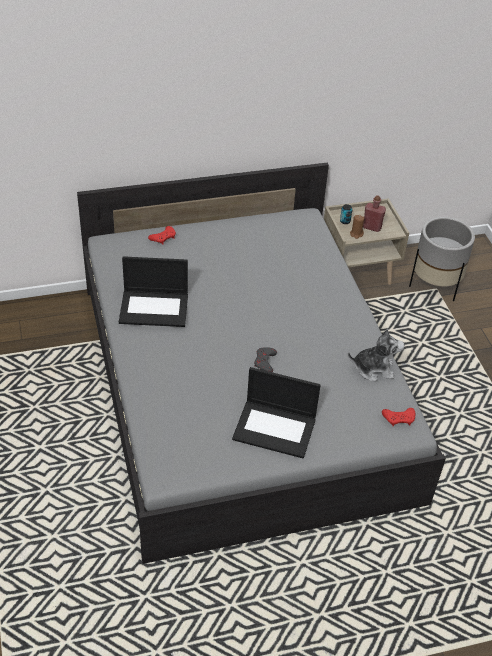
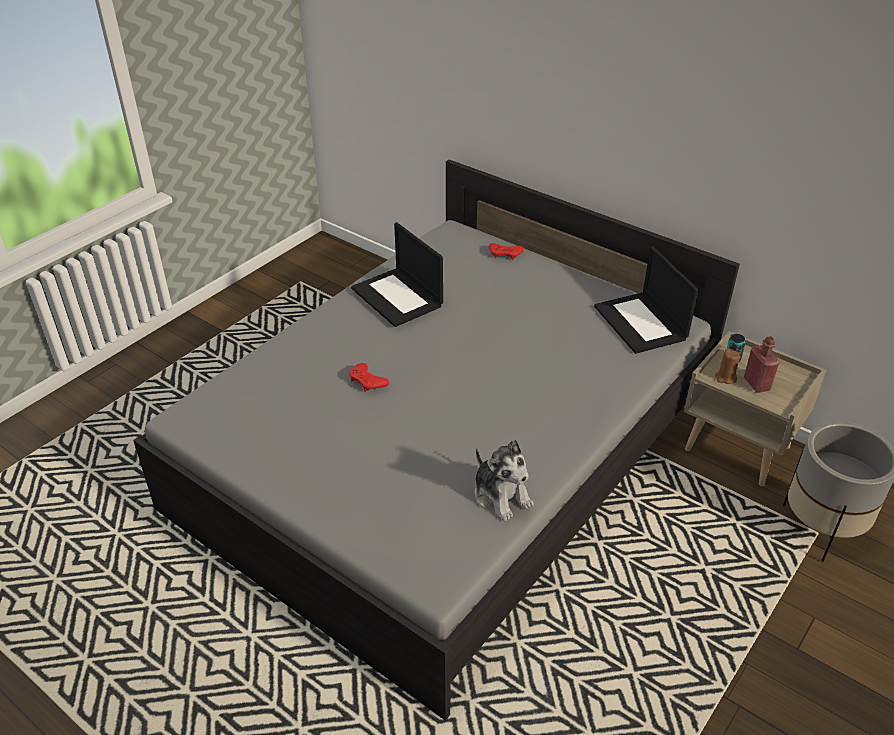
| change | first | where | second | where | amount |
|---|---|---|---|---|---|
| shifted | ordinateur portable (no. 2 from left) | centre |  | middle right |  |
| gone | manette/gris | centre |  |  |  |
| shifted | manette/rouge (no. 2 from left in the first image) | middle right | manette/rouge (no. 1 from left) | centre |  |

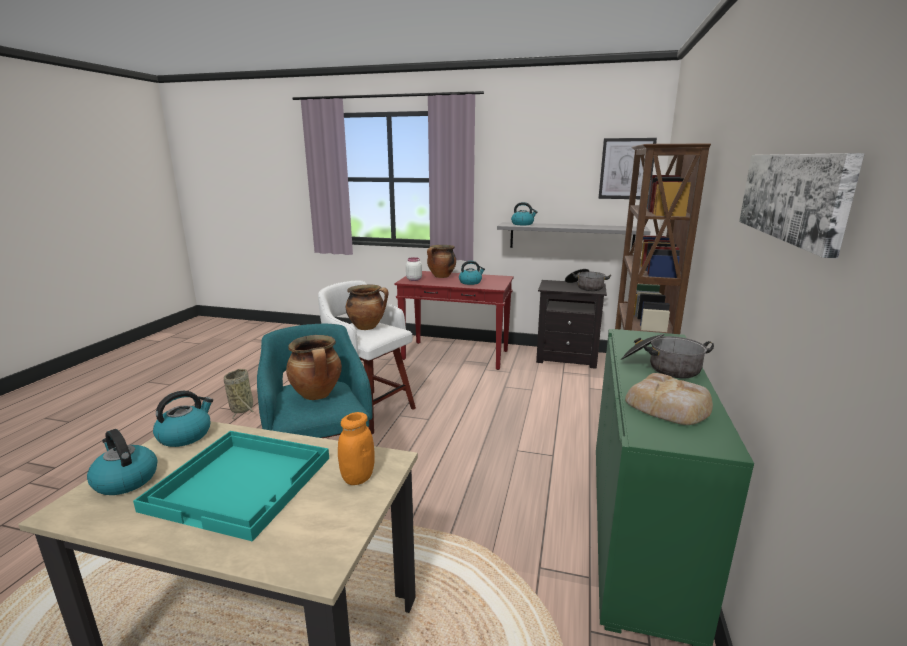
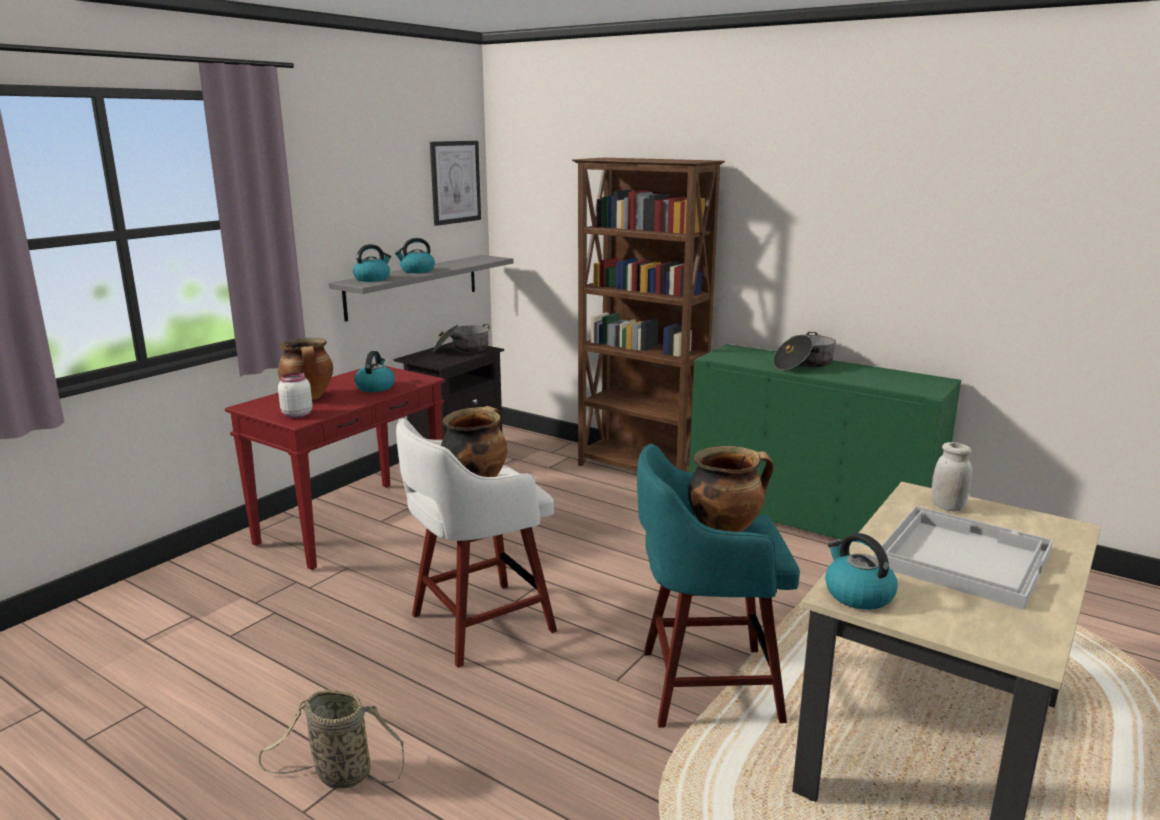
| change | first | where | second | where | amount |
|---|---|---|---|---|---|
| shifted | bouilloire (no. 1 from left in the first image) | bottom left | bouilloire (no. 3 from left) | top centre |  |
| repainted | plateau/turquoise | bottom left | plateau/blanc | bottom right |  |
| repainted | bocal/orange | bottom centre | bocal/blanc (no. 2 from left) | middle right |  |
| gone | pain | middle right |  |  |  |
| gone | tableau (no. 2 from left) | top right |  |  |  |

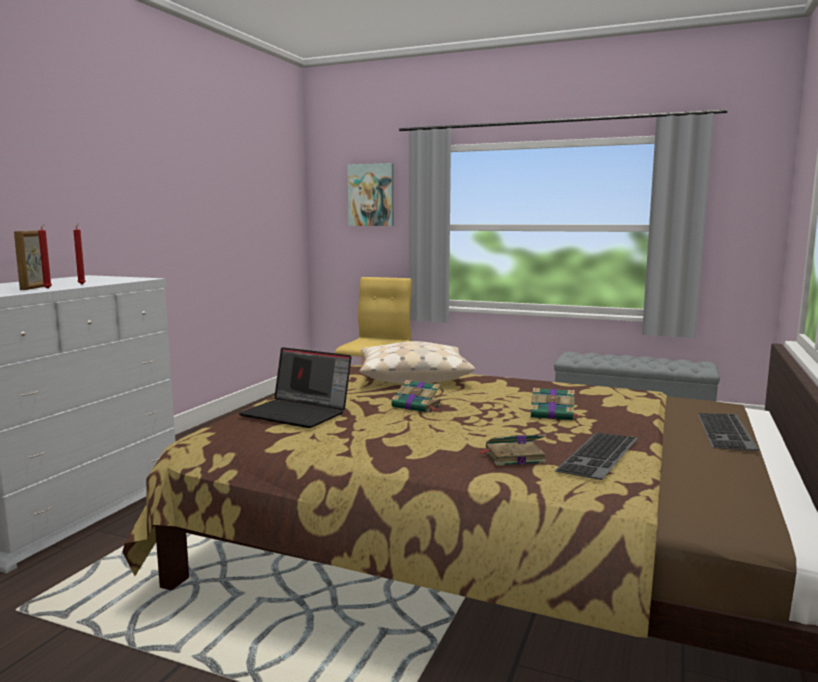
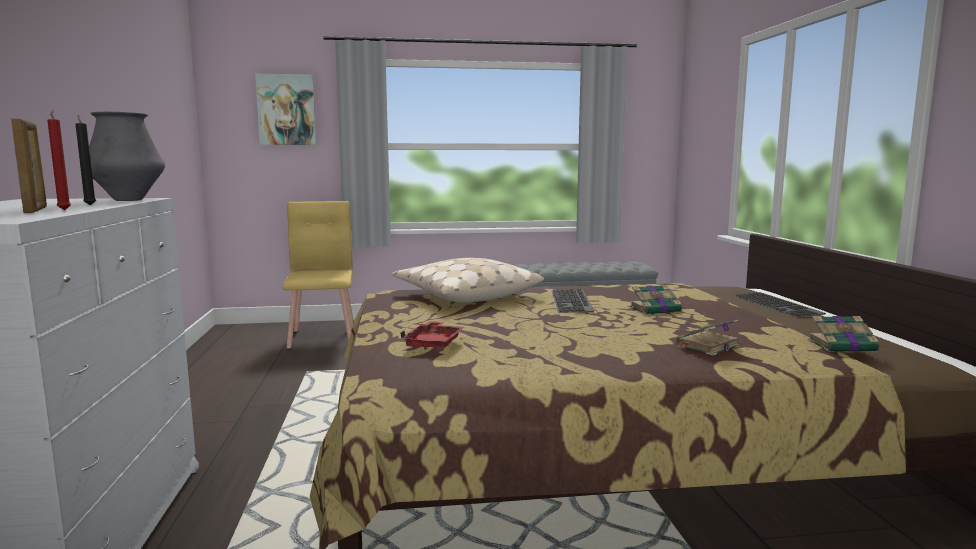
| change | first | where | second | where | amount |
|---|---|---|---|---|---|
| repainted | bougie/rouge (no. 2 from left) | middle left | bougie/noir | top left |  |
| swapped | ordinateur portable | centre | plateau/rouge | centre |  |
| shifted | livre (no. 1 from left in the first image) | centre | livre (no. 3 from left) | middle right |  |
| shifted | clavier (no. 1 from left) | bottom right |  | centre |  |
| new |  |  | vase | top left |  |

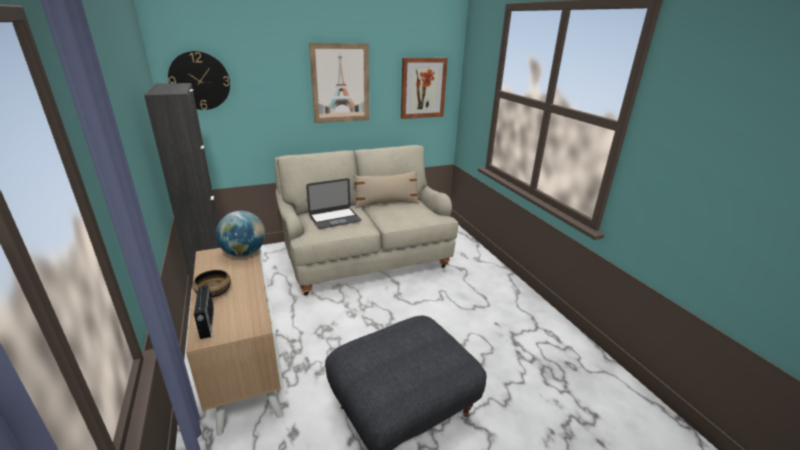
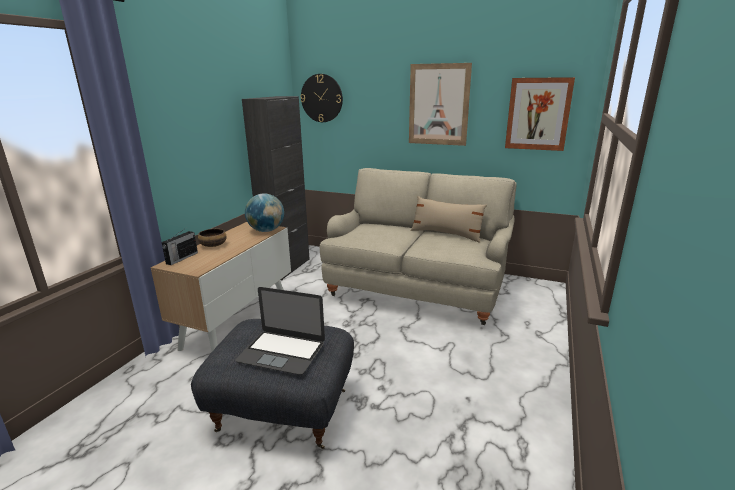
| change | first | where | second | where | amount |
|---|---|---|---|---|---|
| shifted | ordinateur portable | centre |  | bottom centre |  |

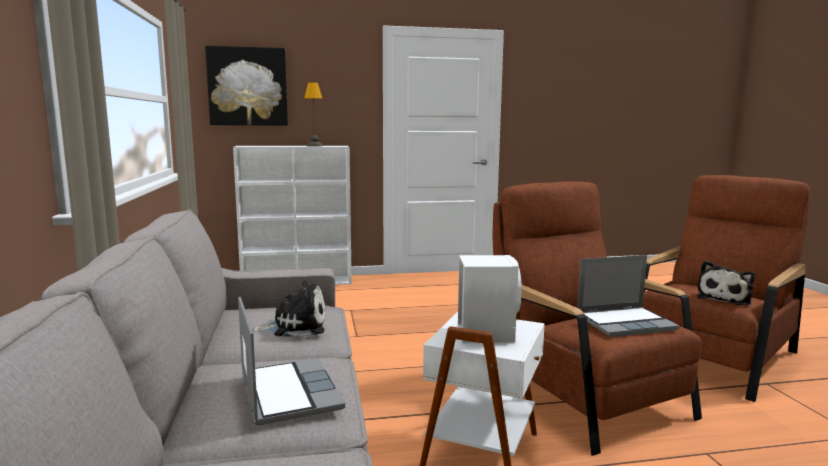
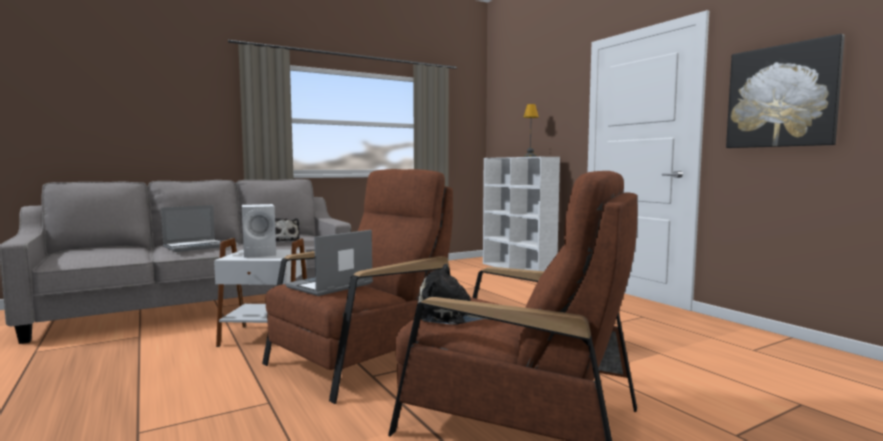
| change | first | where | second | where | amount |
|---|---|---|---|---|---|
| shifted | tableau | top left |  | top right |  |
| rotated | ordinateur portable (no. 2 from left) | middle right |  | centre | 75 degrees clockwise |

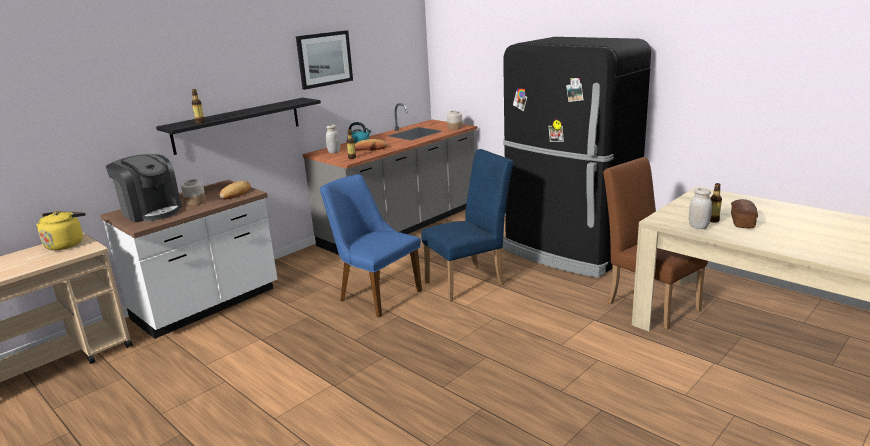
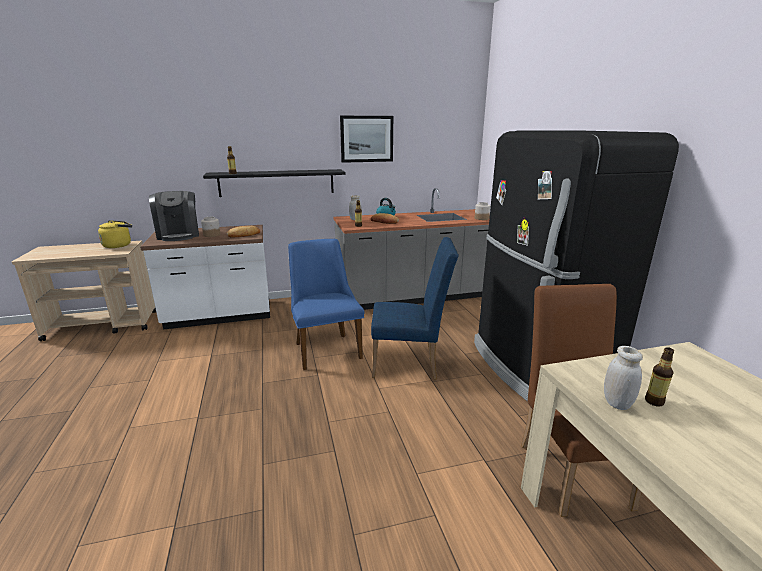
| change | first | where | second | where | amount |
|---|---|---|---|---|---|
| gone | pain (no. 3 from left) | middle right |  |  |  |

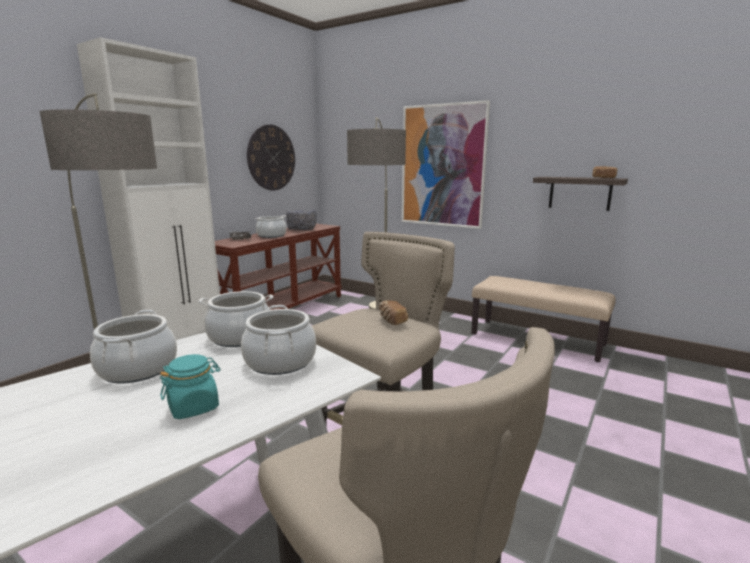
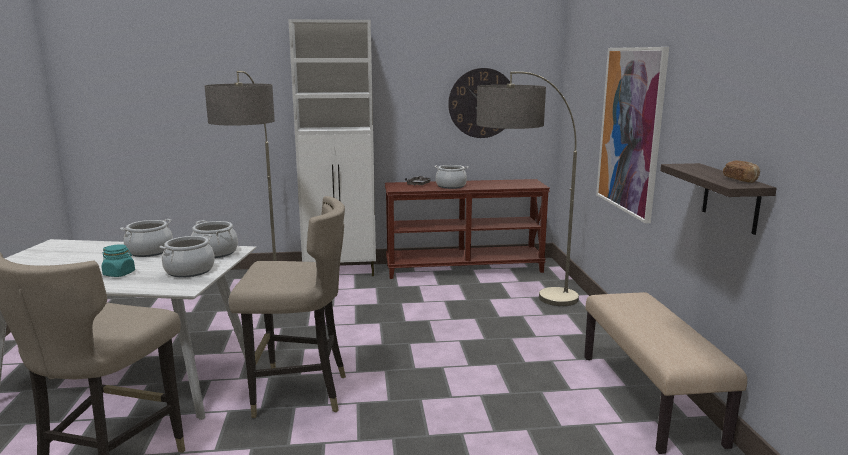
| change | first | where | second | where | amount |
|---|---|---|---|---|---|
| gone | bol/gris | centre |  |  |  |
| gone | pain (no. 1 from left) | centre |  |  |  |

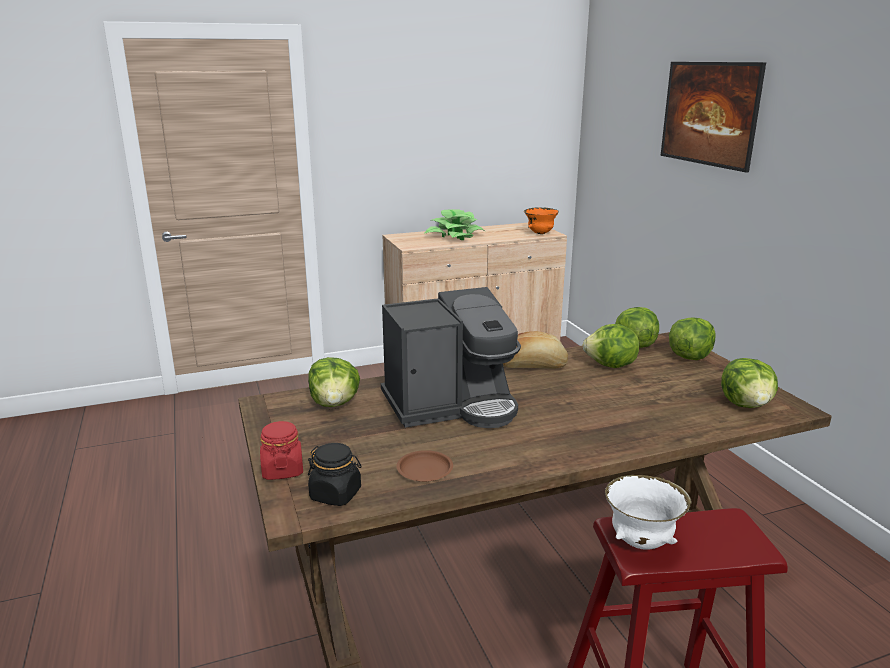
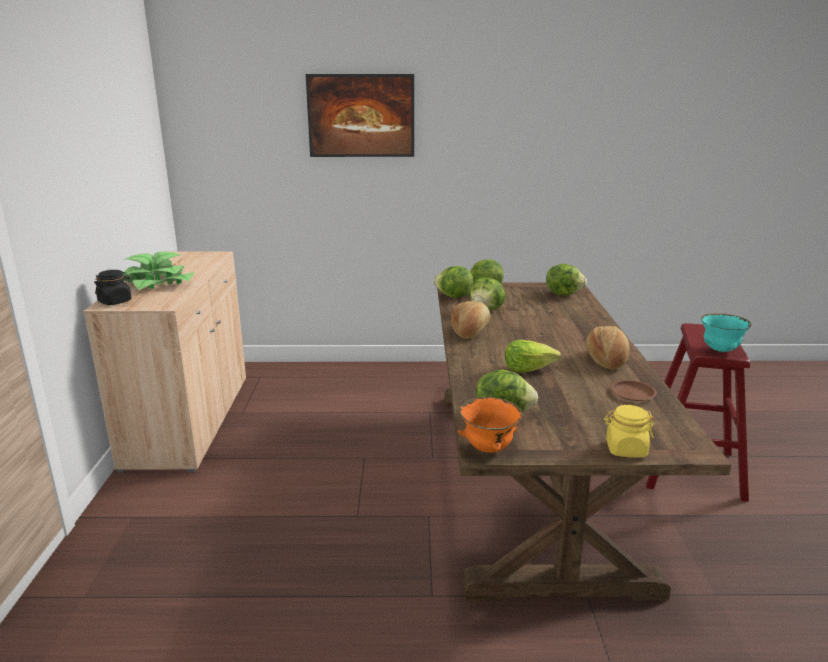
| change | first | where | second | where | amount |
|---|---|---|---|---|---|
| repainted | bocal/rouge | bottom left | bocal/jaune | middle right |  |
| shifted | bocal/noir | bottom centre |  | middle left |  |
| swapped | machine à café | centre | laitue (no. 5 from left) | centre |  |
| shifted | bol/orange | top centre |  | centre |  |
| repainted | bol/blanc | bottom right | bol/turquoise | middle right |  |
| new |  |  | pain (no. 2 from left) | middle right |  |

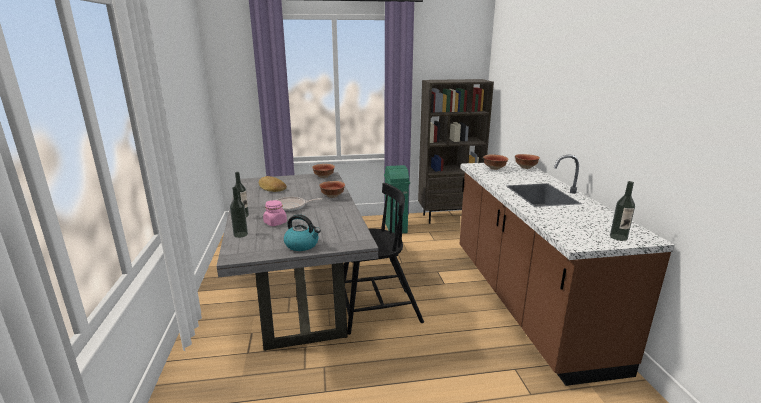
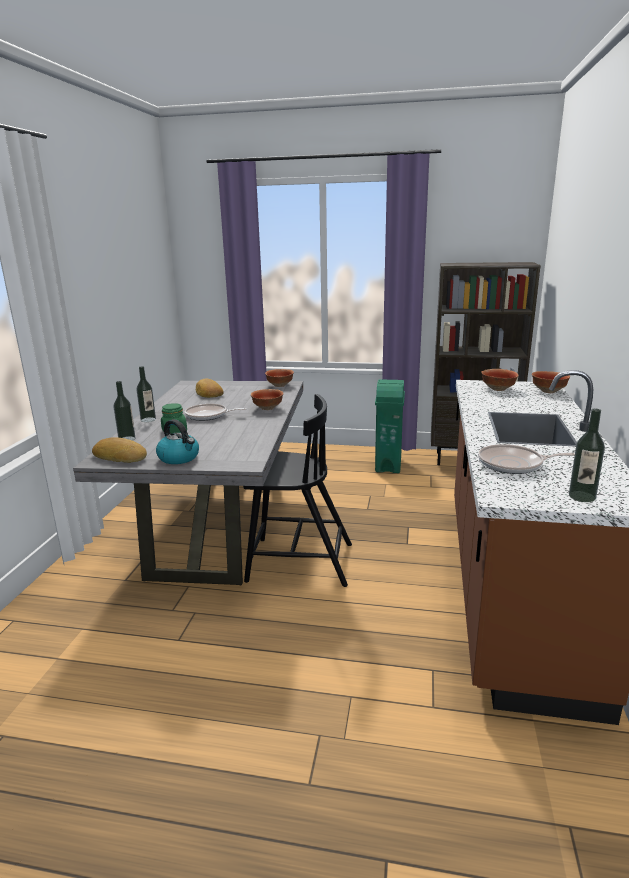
| change | first | where | second | where | amount |
|---|---|---|---|---|---|
| repainted | bocal/rose | centre | bocal/vert | middle left |  |
| new |  |  | pain (no. 1 from left) | middle left |  |
| new |  |  | poêle (no. 2 from left) | middle right |  |

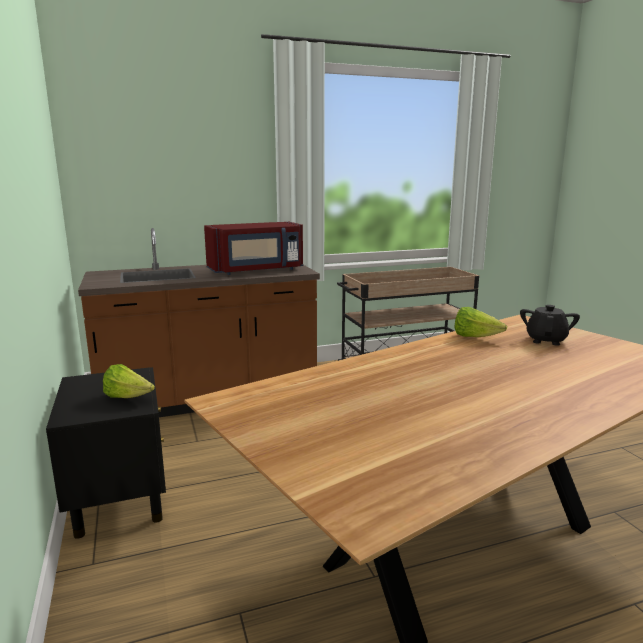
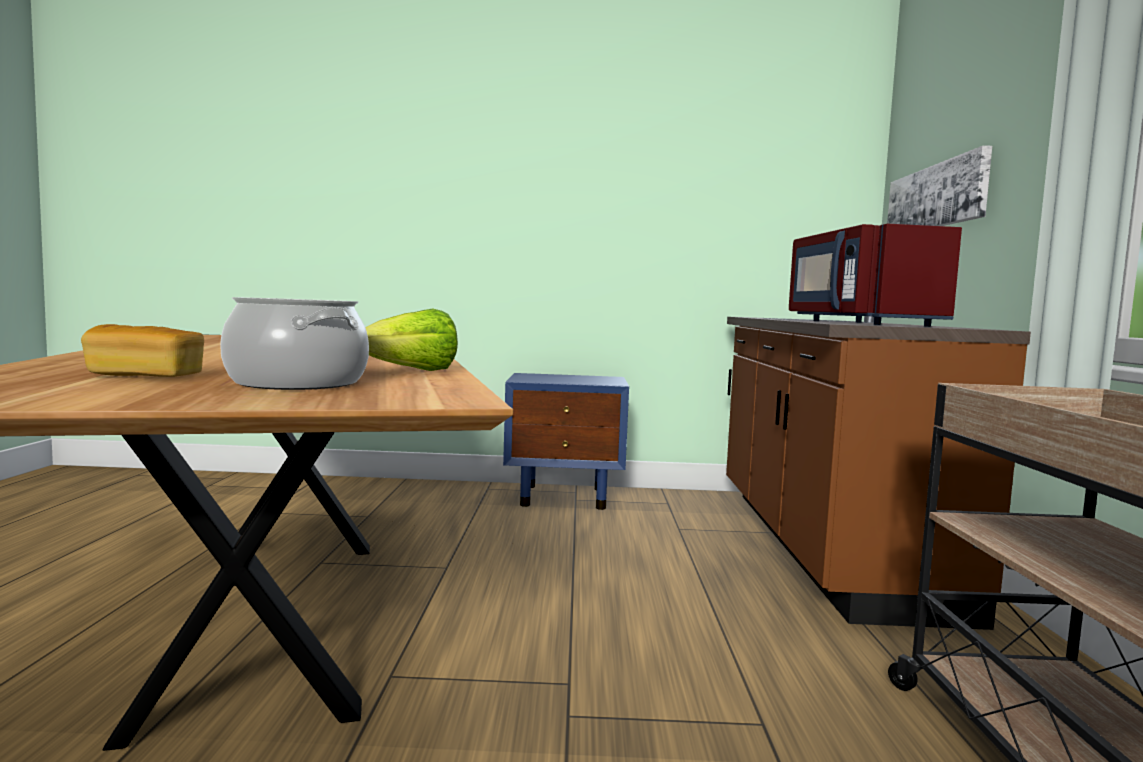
| change | first | where | second | where | amount |
|---|---|---|---|---|---|
| repainted | table de chevet/noir | bottom left | table de chevet/bleu | centre |  |
| gone | laitue (no. 1 from left) | middle left |  |  |  |
| swapped | théière/noir | middle right | marmite | middle left |  |
| new |  |  | pain | middle left |  |
| new |  |  | tableau | top right |  |

